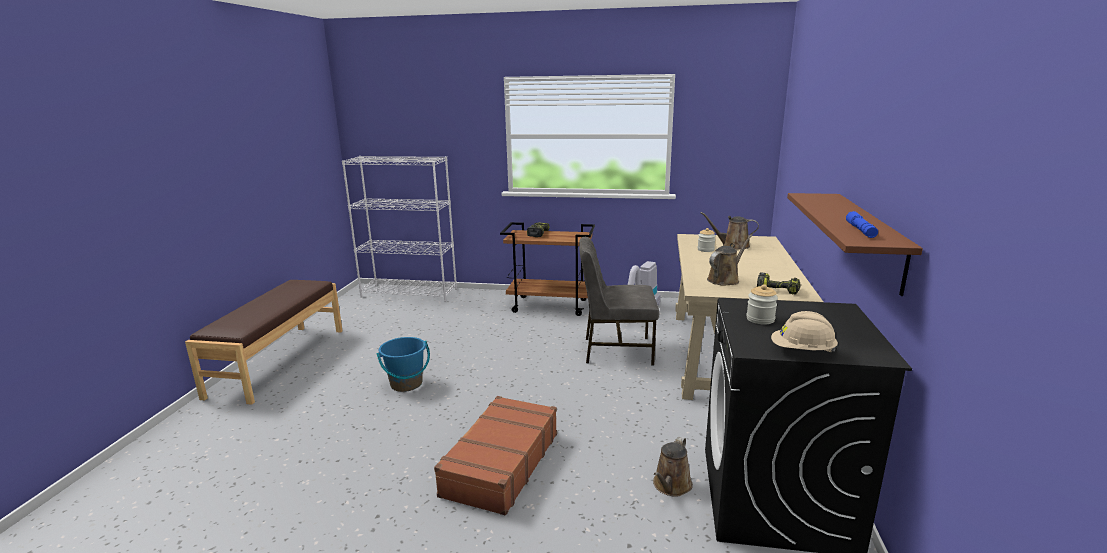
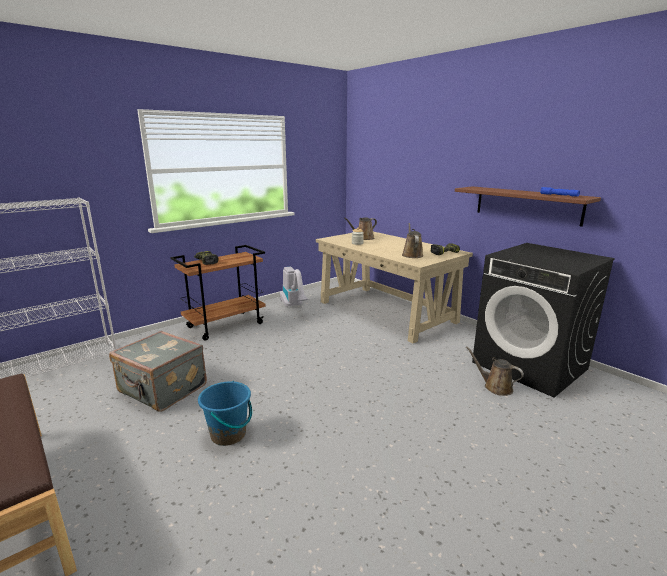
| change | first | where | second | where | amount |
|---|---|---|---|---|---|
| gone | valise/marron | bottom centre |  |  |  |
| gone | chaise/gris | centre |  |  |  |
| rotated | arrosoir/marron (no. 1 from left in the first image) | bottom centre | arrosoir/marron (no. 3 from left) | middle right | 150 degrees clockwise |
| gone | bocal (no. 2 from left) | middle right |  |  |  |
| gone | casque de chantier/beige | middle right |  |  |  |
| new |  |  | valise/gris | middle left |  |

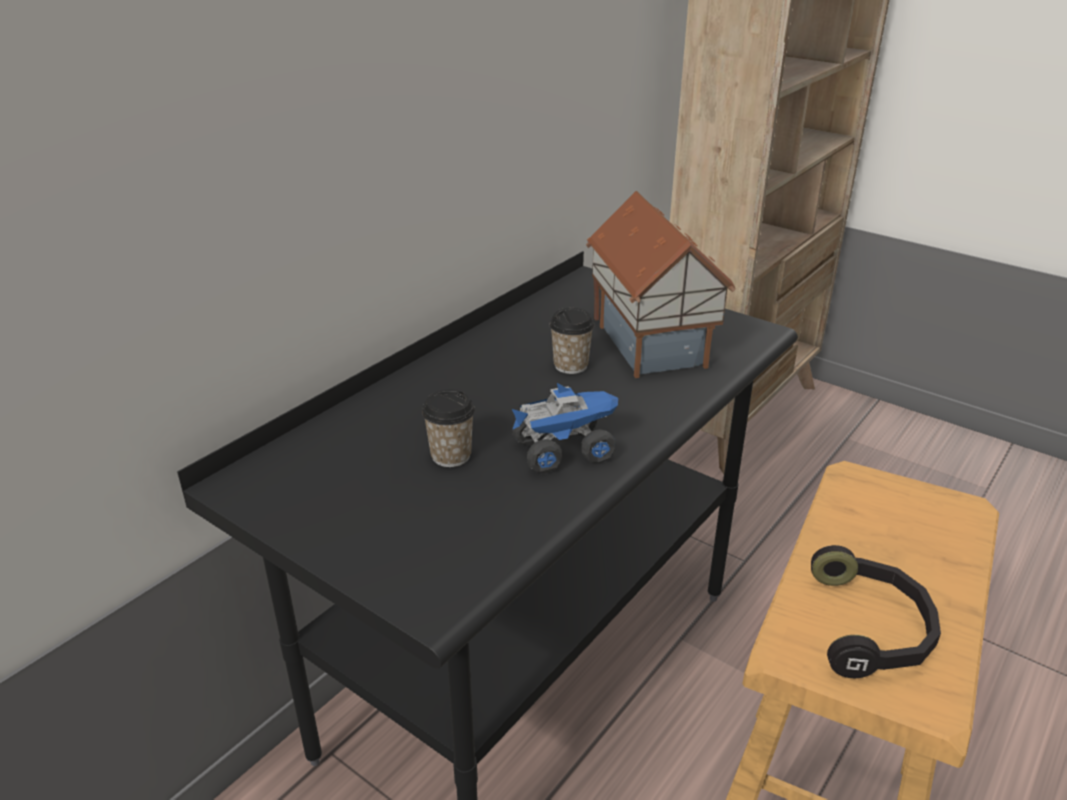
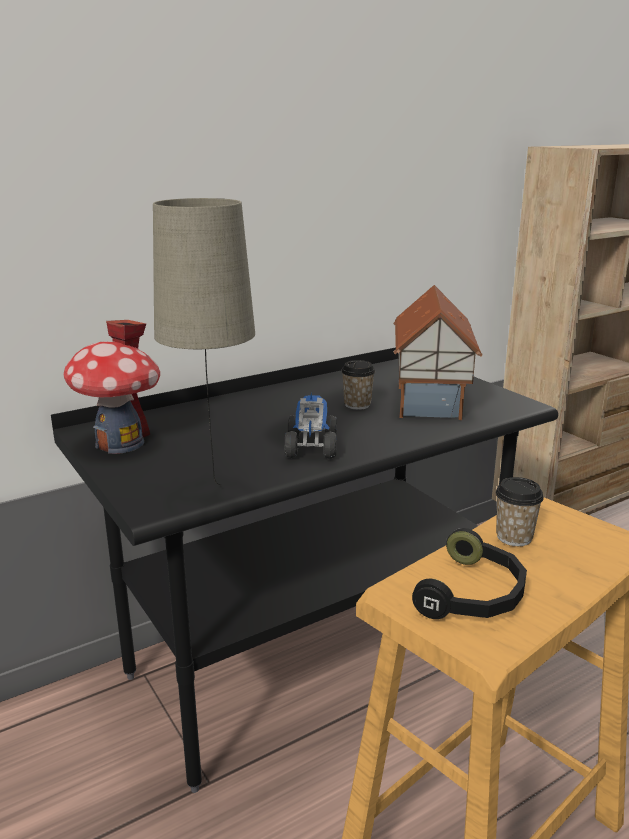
| change | first | where | second | where | amount |
|---|---|---|---|---|---|
| shifted | tasse (no. 1 from left in the first image) | centre | tasse (no. 2 from left) | middle right |  |
| rotated | camion jouet | centre |  | centre | 90 degrees counterclockwise |
| new |  |  | maison miniature (no. 1 from left) | middle left |  |
| new |  |  | lampe de table/beige | middle left |  |

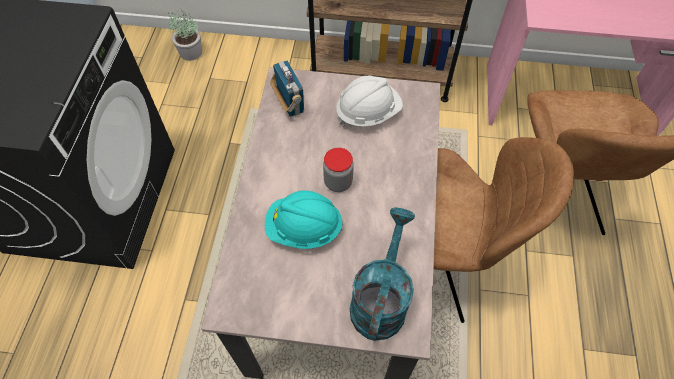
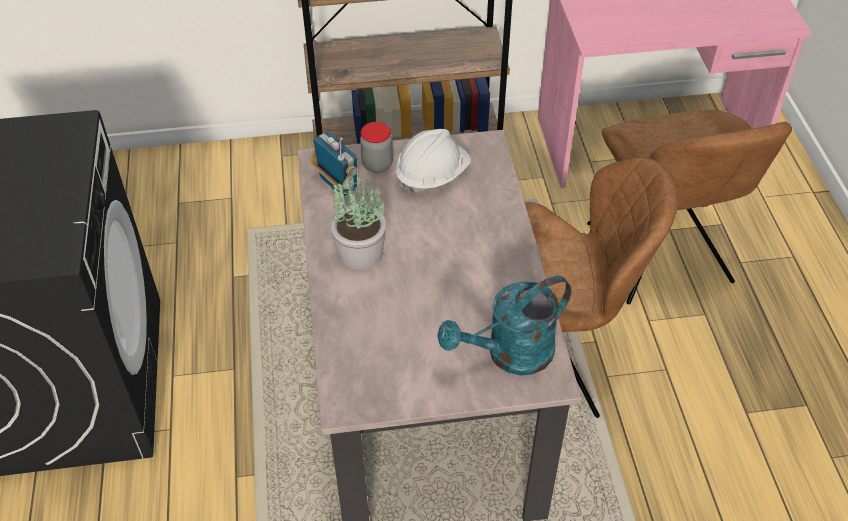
| change | first | where | second | where | amount |
|---|---|---|---|---|---|
| shifted | plante en pot | top left |  | centre |  |
| gone | casque de chantier/turquoise | centre |  |  |  |
| shifted | bocal | centre |  | top centre |  |
| rotated | arrosoir/turquoise | bottom centre |  | centre | 120 degrees counterclockwise |

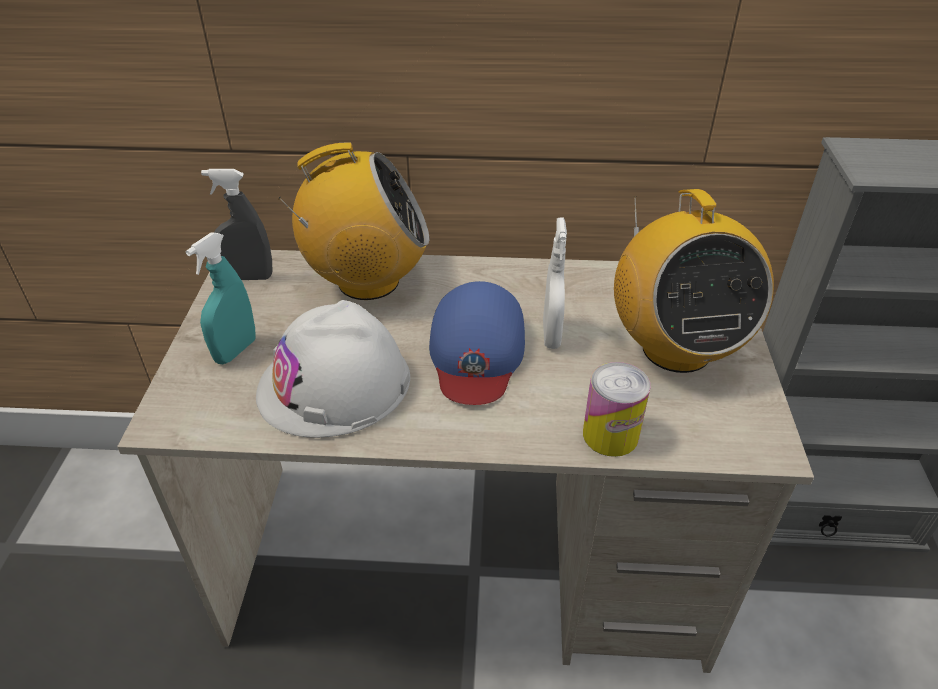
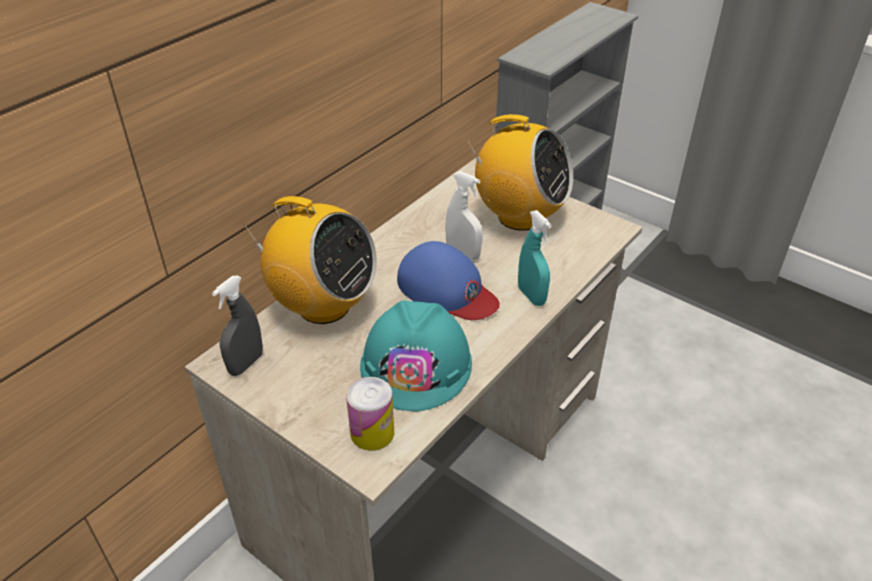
| change | first | where | second | where | amount |
|---|---|---|---|---|---|
| shifted | vaporisateur/turquoise | middle left |  | centre |  |
| repainted | casque de chantier/blanc | centre | casque de chantier/turquoise | centre |  |
| rotated | radio (no. 1 from left) | top centre |  | centre | 90 degrees clockwise |
| shifted | boîte métallique | centre |  | bottom centre |  |

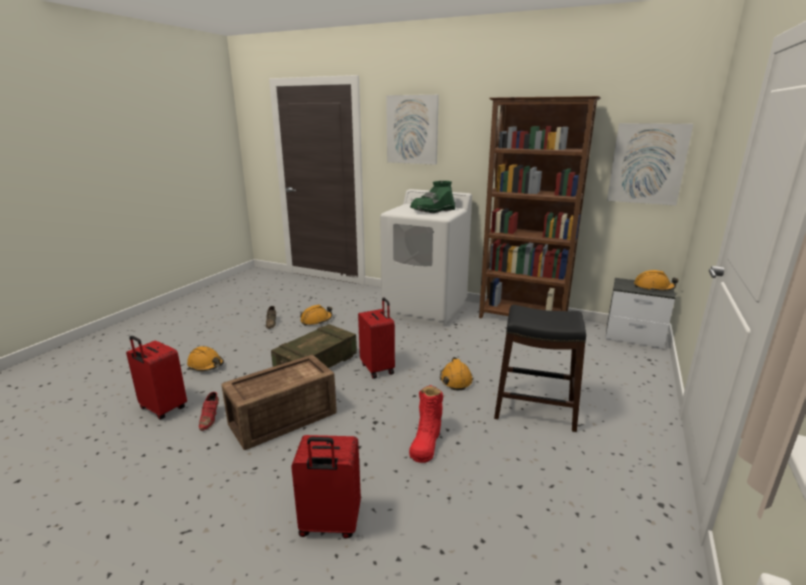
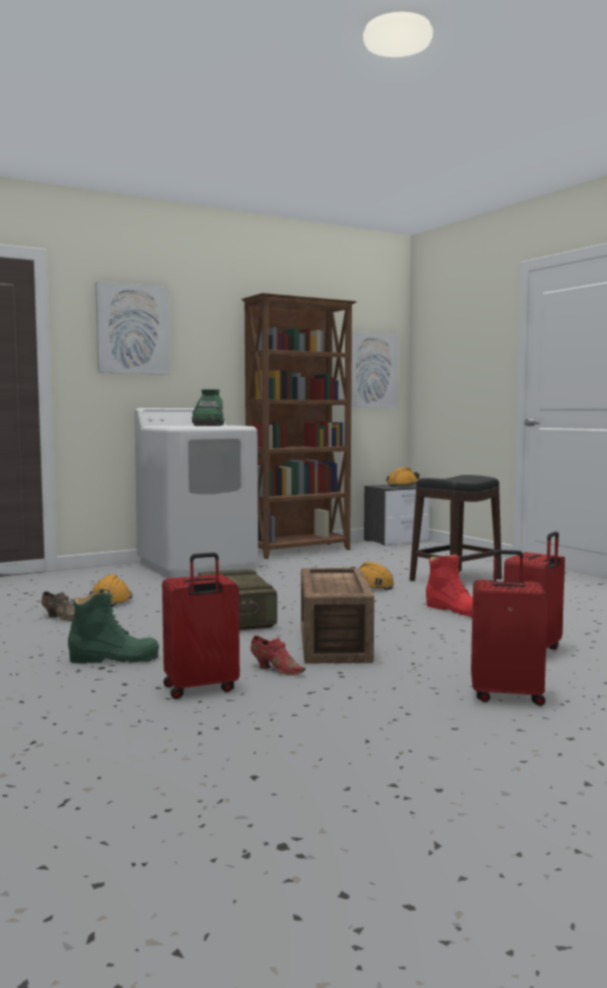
| change | first | where | second | where | amount |
|---|---|---|---|---|---|
| swapped | casque de chantier/orange (no. 1 from left) | middle left | botte/vert (no. 1 from left) | middle left |  |
| shifted | valise/rouge (no. 3 from left in the first image) | centre | valise/rouge (no. 2 from left) | middle right |  |

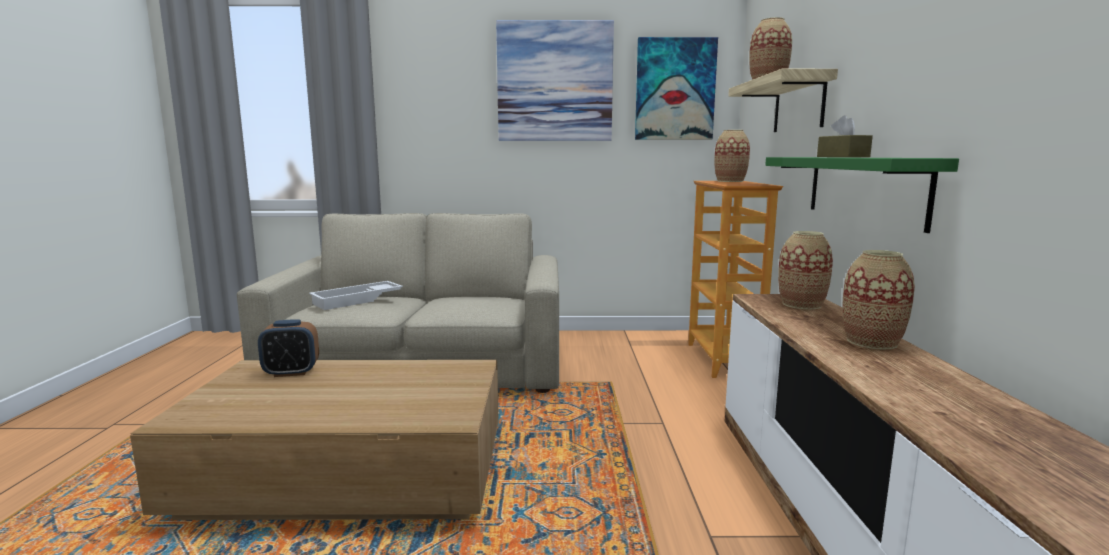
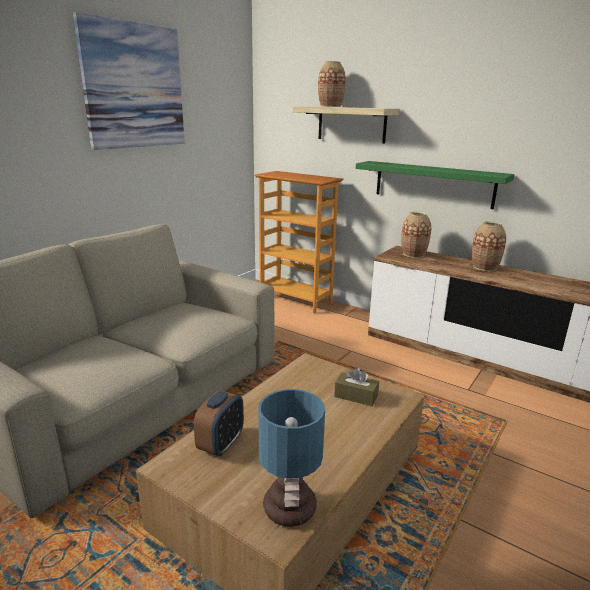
| change | first | where | second | where | amount |
|---|---|---|---|---|---|
| gone | plateau/blanc | middle left |  |  |  |
| gone | tableau (no. 2 from left) | top centre |  |  |  |
| gone | vase (no. 1 from left) | top centre |  |  |  |
| shifted | boîte à mouchoirs/marron | top right |  | centre |  |
| new |  |  | lampe de table | bottom centre |  |

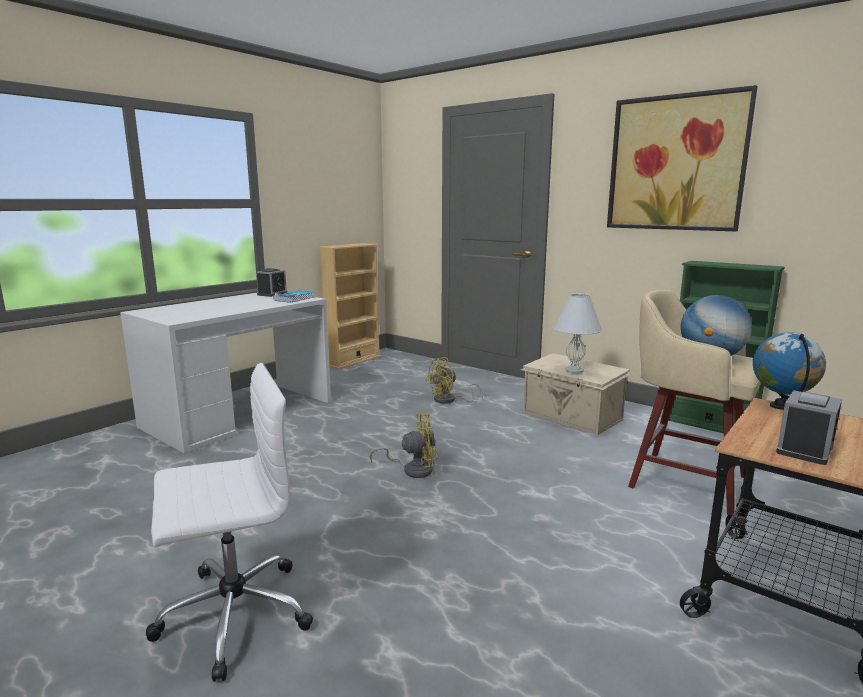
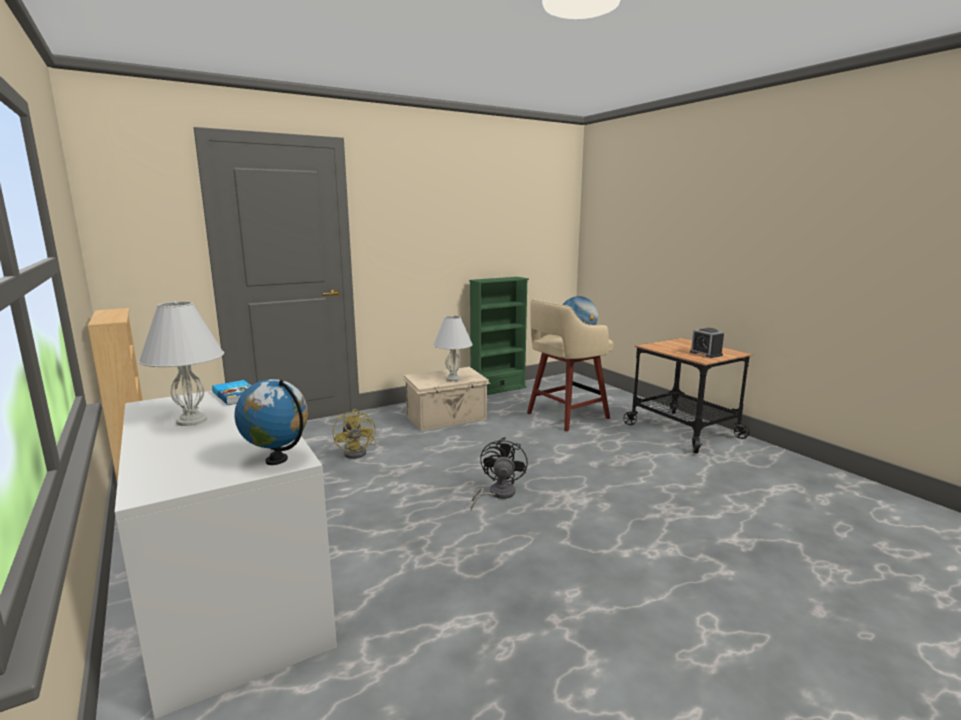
| change | first | where | second | where | amount |
|---|---|---|---|---|---|
| gone | chaise de bureau/blanc | bottom left |  |  |  |
| gone | réveil (no. 1 from left) | middle left |  |  |  |
| repainted | ventilateur/jaune (no. 1 from left) | centre | ventilateur/noir | centre |  |
| gone | tableau | top right |  |  |  |
| shifted | globe (no. 2 from left in the first image) | middle right | globe (no. 1 from left) | middle left |  |
| new |  |  | lampe de table/blanc (no. 1 from left) | middle left |  |

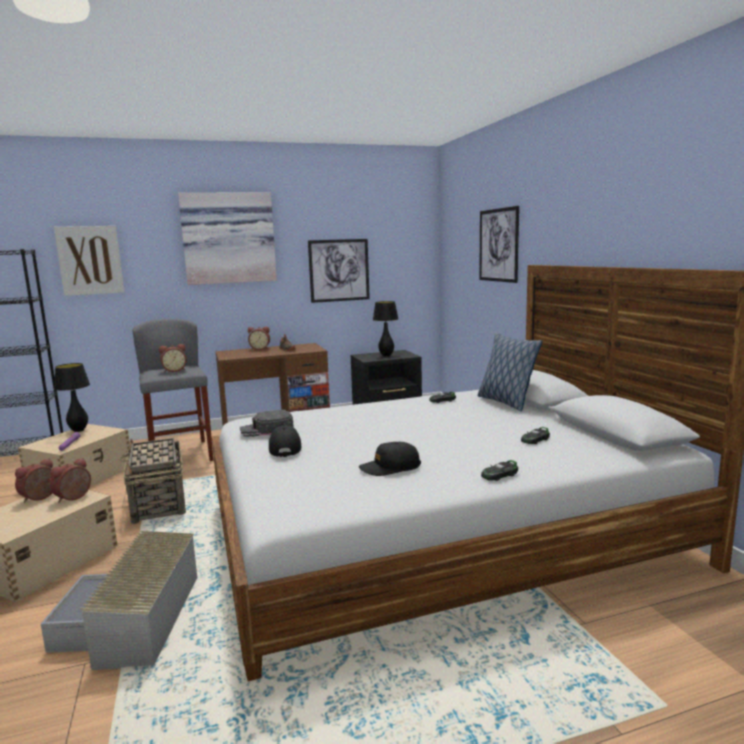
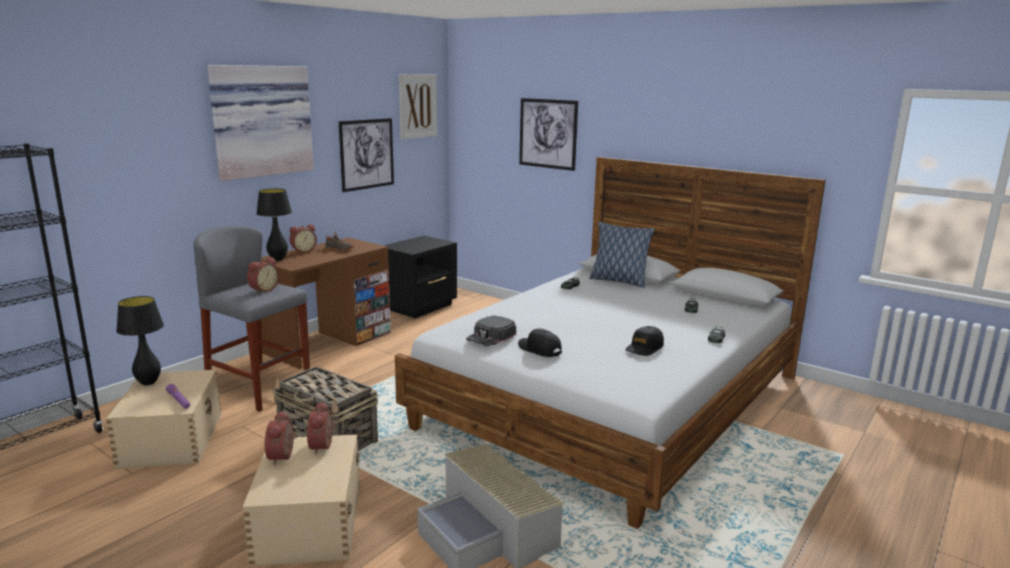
| change | first | where | second | where | amount |
|---|---|---|---|---|---|
| shifted | tableau (no. 1 from left in the first image) | middle left | tableau (no. 3 from left) | top centre |  |
| shifted | lampe de table/noir (no. 2 from left) | centre |  | middle left |  |

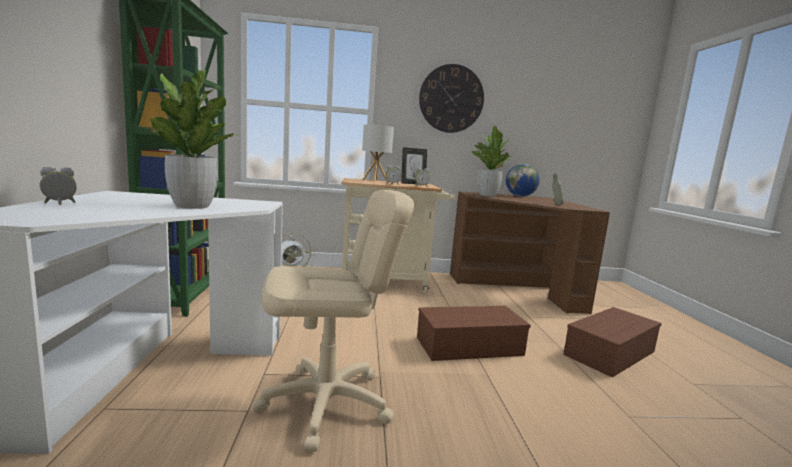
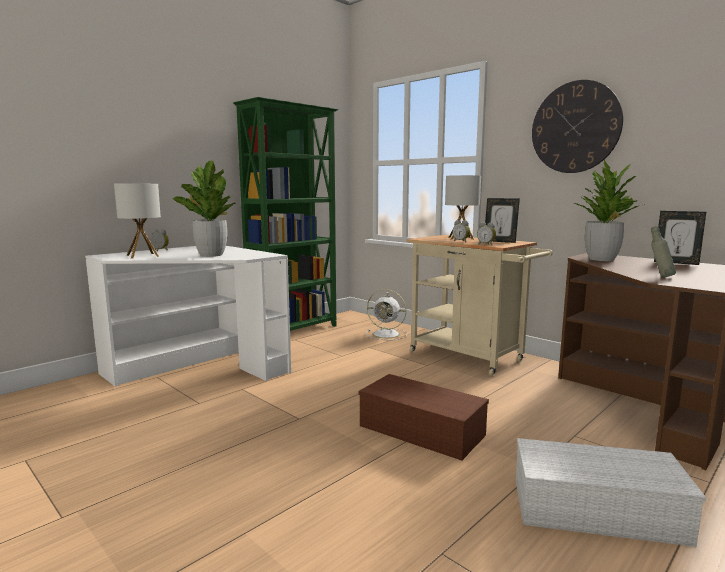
| change | first | where | second | where | amount |
|---|---|---|---|---|---|
| gone | chaise de bureau/beige | bottom centre |  |  |  |
| swapped | globe | centre | cadre photo (no. 2 from left) | middle right |  |
| repainted | boîte de rangement/marron (no. 2 from left) | bottom right | boîte de rangement/blanc | bottom right |  |
| new |  |  | lampe de table (no. 1 from left) | middle left |  |

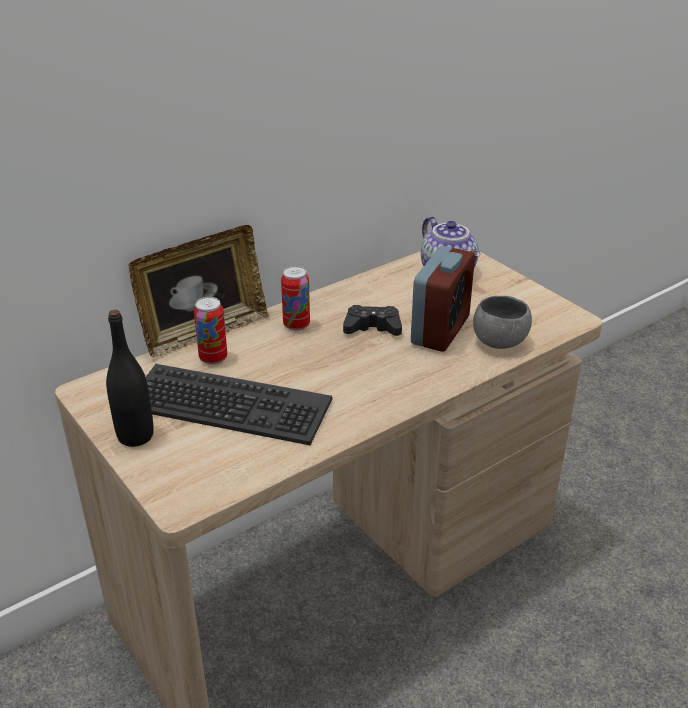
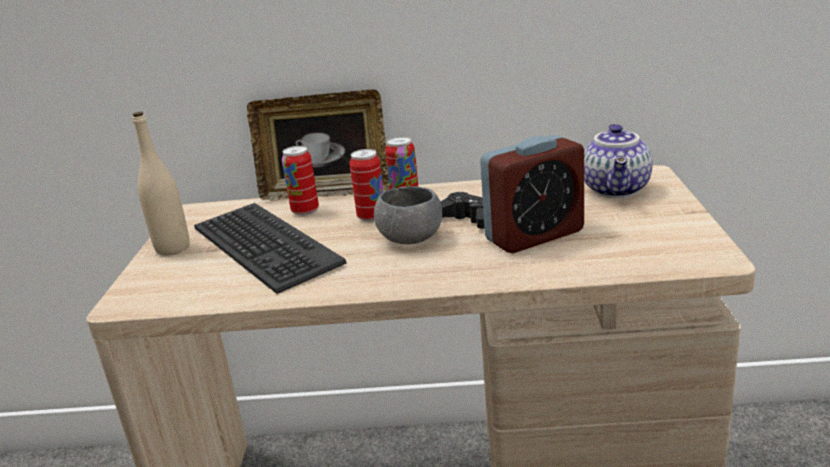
| change | first | where | second | where | amount |
|---|---|---|---|---|---|
| repainted | bouteille/noir | middle left | bouteille/beige | middle left |  |
| shifted | bol/gris | middle right |  | centre |  |
| new |  |  | boîte métallique (no. 2 from left) | centre |  |

